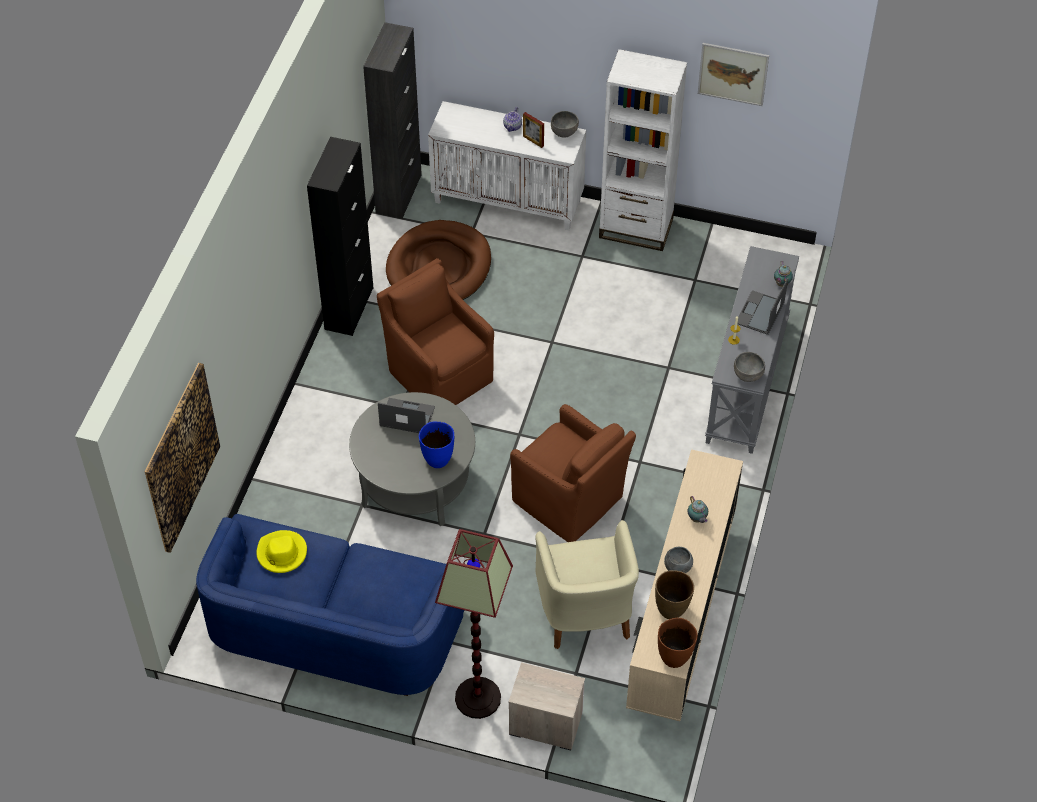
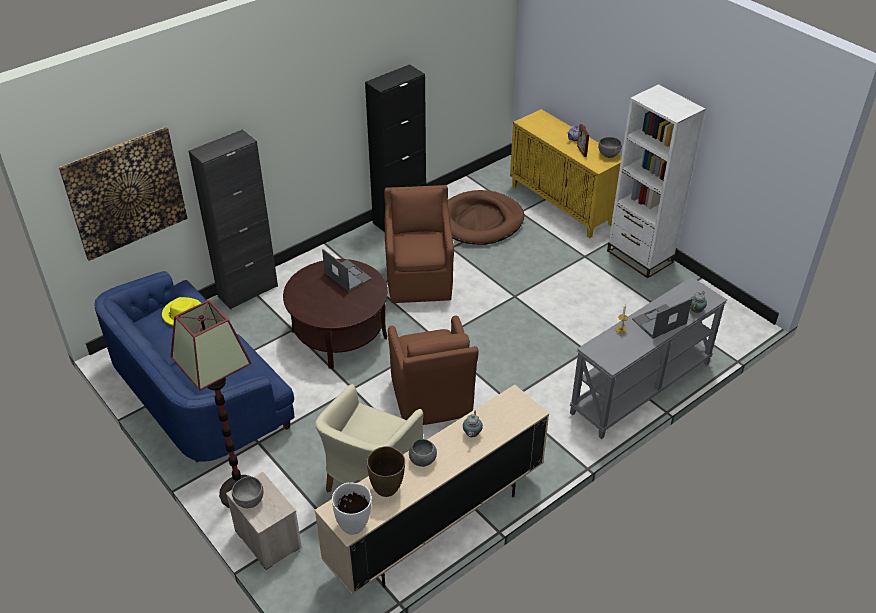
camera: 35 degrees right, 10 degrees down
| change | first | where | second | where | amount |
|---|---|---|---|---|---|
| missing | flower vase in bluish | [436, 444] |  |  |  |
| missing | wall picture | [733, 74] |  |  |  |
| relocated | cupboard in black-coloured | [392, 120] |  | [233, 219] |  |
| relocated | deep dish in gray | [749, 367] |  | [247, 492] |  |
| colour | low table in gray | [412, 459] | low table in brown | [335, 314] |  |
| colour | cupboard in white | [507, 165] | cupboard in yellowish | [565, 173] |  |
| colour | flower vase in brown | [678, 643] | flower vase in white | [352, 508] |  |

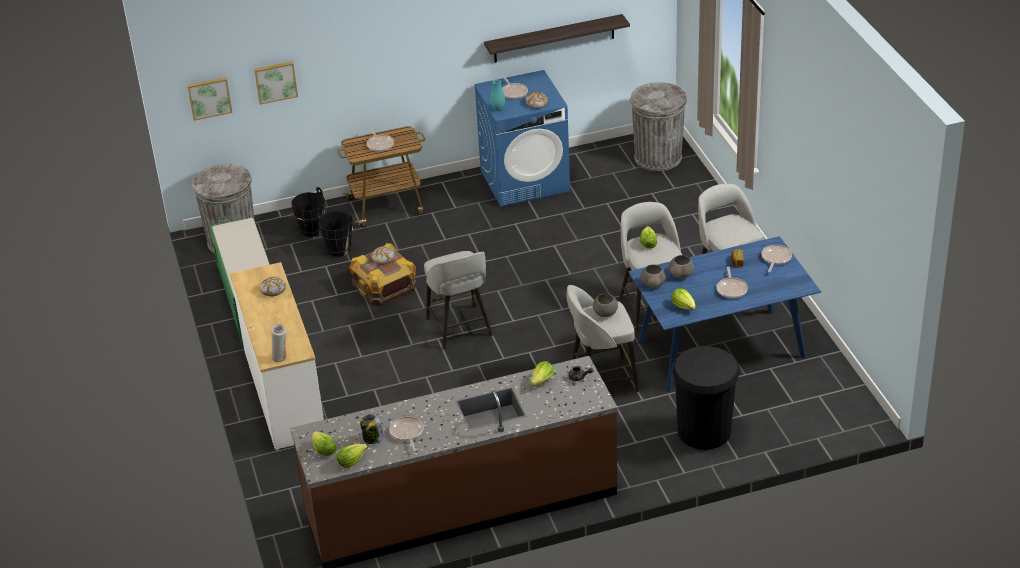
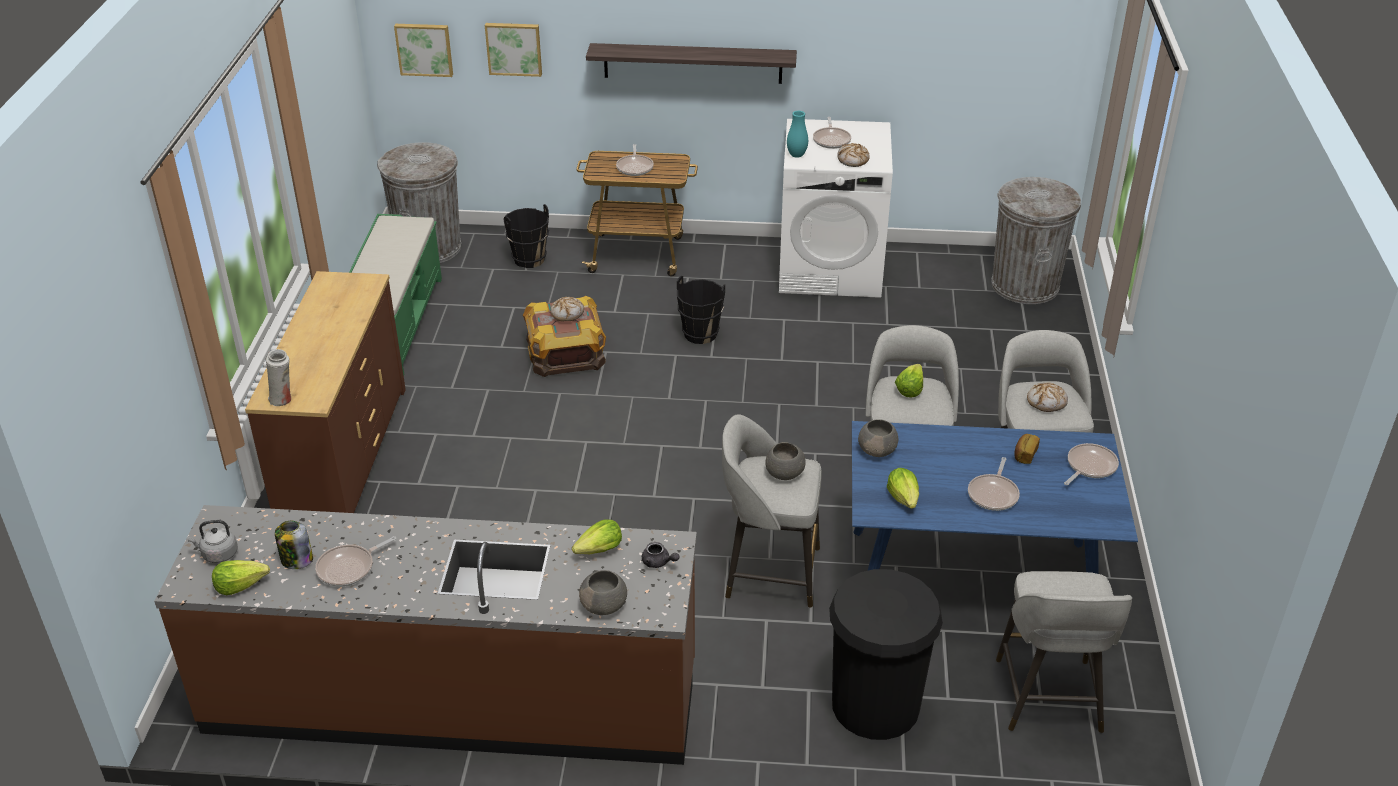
camera: 20 degrees right, 0 degrees up
| change | first | where | second | where | amount |
|---|---|---|---|---|---|
| relocated | bread | [273, 287] |  | [1047, 397] |  |
| relocated | pail in black-coloured | [335, 234] |  | [701, 310] |  |
| relocated | sitting stool in gray | [458, 300] |  | [1064, 652] |  |
| relocated | wall shelf | [557, 38] |  | [691, 63] |  |
| relocated | deep dish in gray | [681, 266] |  | [603, 592] |  |
| exchanged | lettuce head | [324, 443] | kettle in gray | [212, 541] |  |
| colour | chest of drawers in white | [277, 356] | chest of drawers in brown | [325, 392] |  |
| colour | laundry machine in bluish | [522, 138] | laundry machine in white | [836, 208] |  |
| spun | skillet | [406, 433] |  | [355, 561] | 135 degrees counterclockwise |

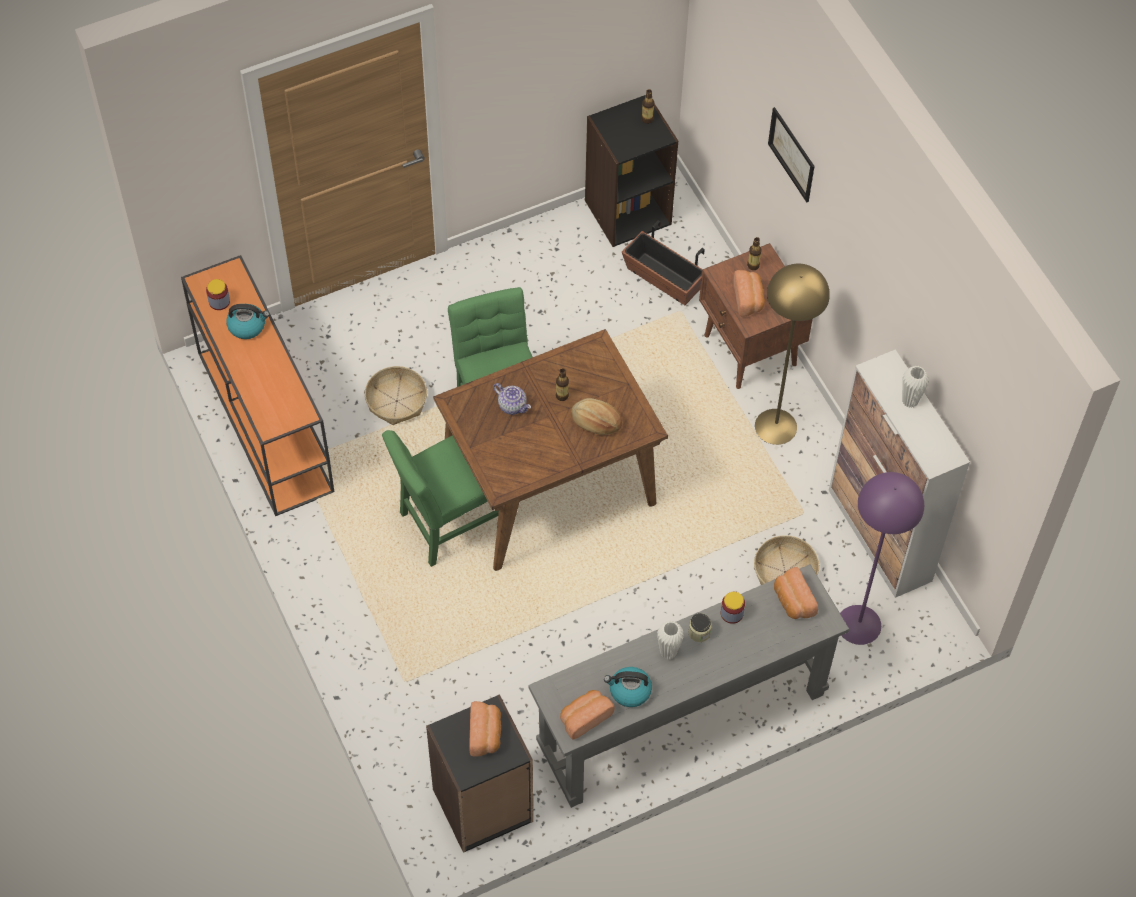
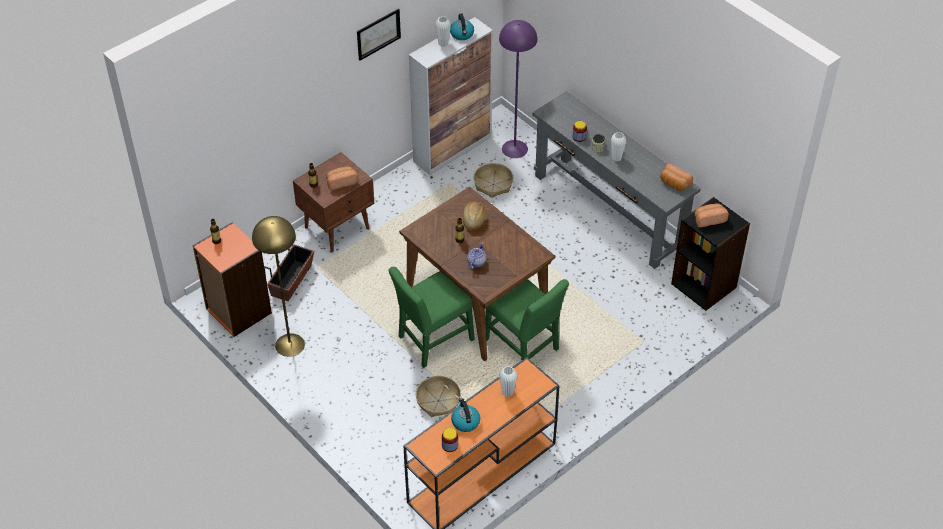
camera: 105 degrees left, 10 degrees down
| change | first | where | second | where | amount |
|---|---|---|---|---|---|
| missing | bread | [796, 593] |  |  |  |
| appeared |  |  | flower vase in white | [508, 381] |  |
| relocated | kettle | [628, 687] |  | [462, 27] |  |
| relocated | floor lamp in yellowish | [792, 354] |  | [278, 286] |  |
| relocated | wall picture | [791, 154] |  | [379, 34] |  |
| colour | bookcase in black-coloured | [631, 171] | bookcase in orangey | [232, 279] |  |

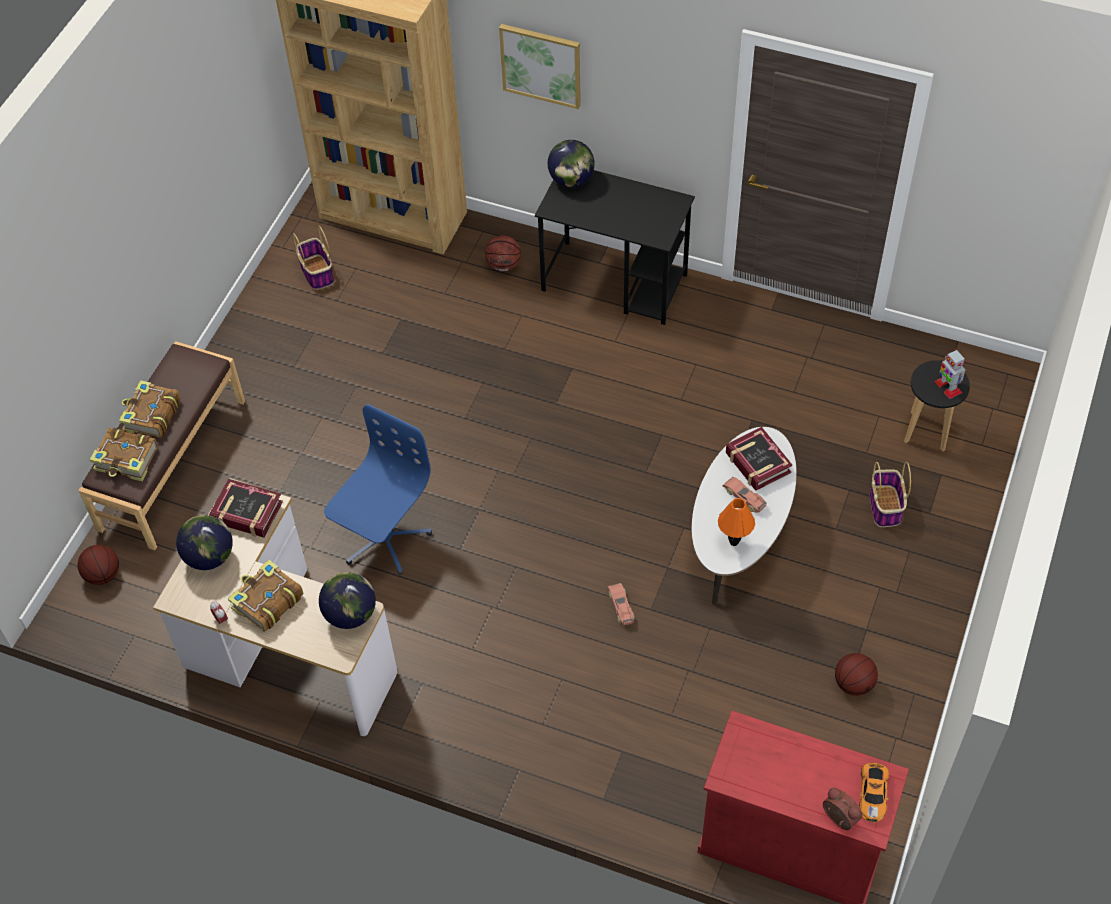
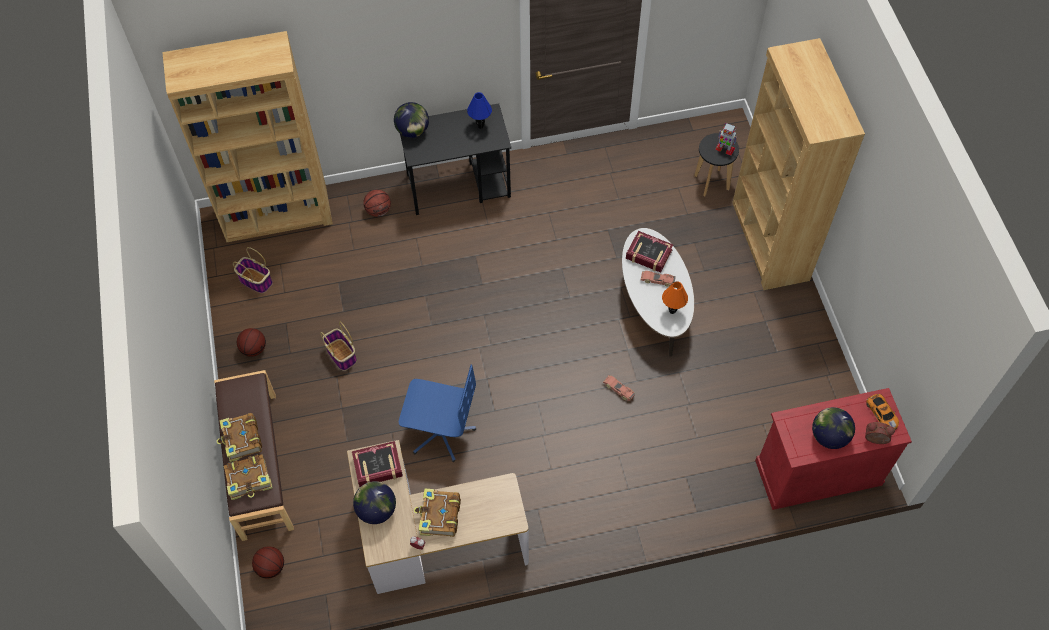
camera: 35 degrees left, 5 degrees up
| change | first | where | second | where | amount |
|---|---|---|---|---|---|
| missing | wall picture | [540, 66] |  |  |  |
| appeared |  |  | tabletop lamp in bluish | [479, 110] |  |
| appeared |  |  | bookcase in brown | [798, 164] |  |
| relocated | world globe | [347, 600] |  | [833, 428] |  |
| relocated | basketball | [856, 674] |  | [251, 342] |  |
| relocated | household basket | [890, 494] |  | [338, 346] |  |
| spun | desk chair in bluish | [378, 489] |  | [437, 413] | 105 degrees clockwise |

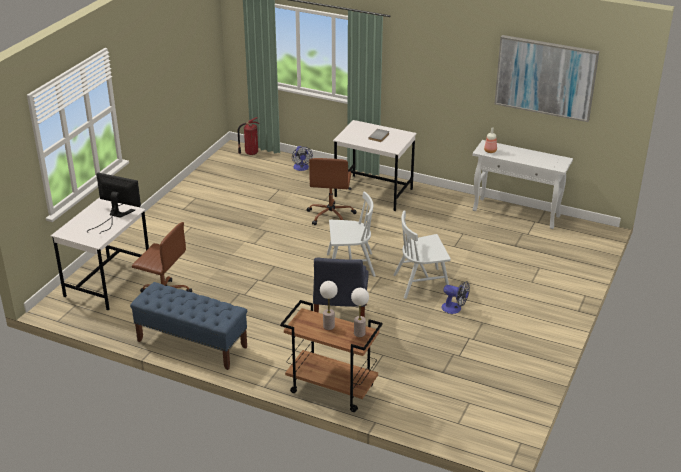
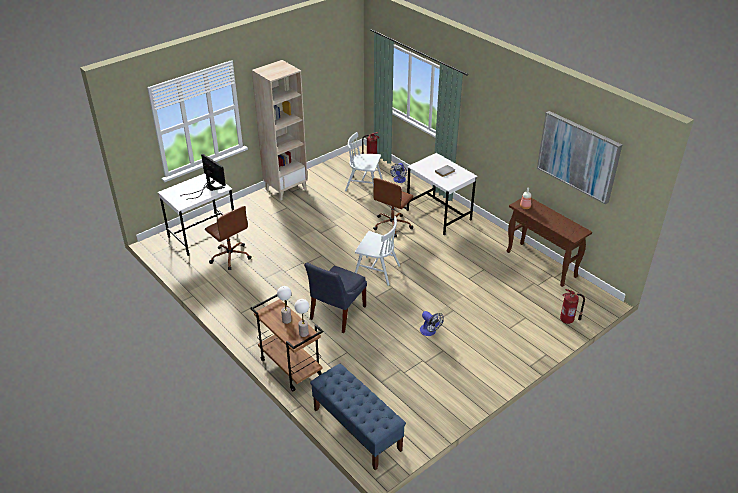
camera: 25 degrees right, 5 degrees up
| change | first | where | second | where | amount |
|---|---|---|---|---|---|
| appeared |  |  | bookcase in beige | [280, 130] |  |
| appeared |  |  | extinguisher | [572, 306] |  |
| relocated | bench in bluish | [188, 326] |  | [358, 416] |  |
| relocated | plain chair in white | [422, 255] |  | [364, 161] |  |
| colour | console table in white | [522, 184] | console table in brown | [549, 242] |  |

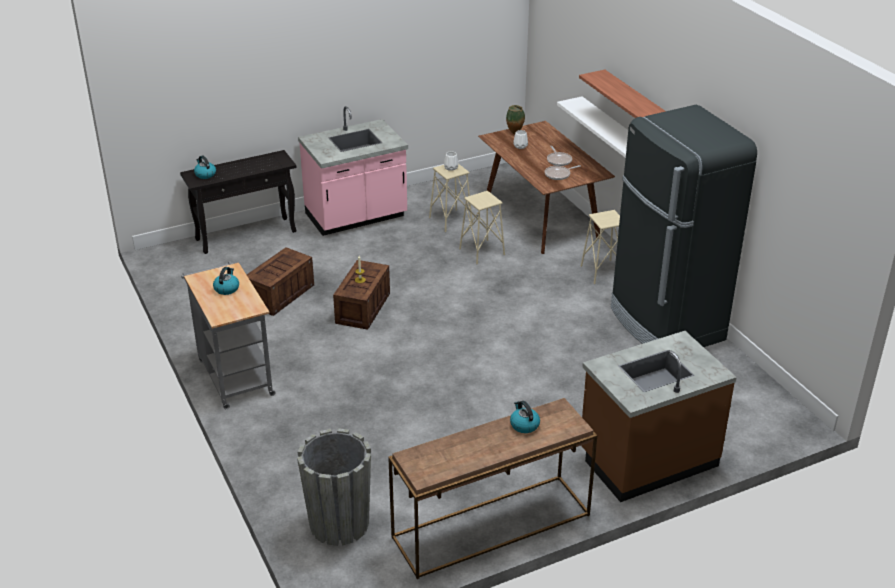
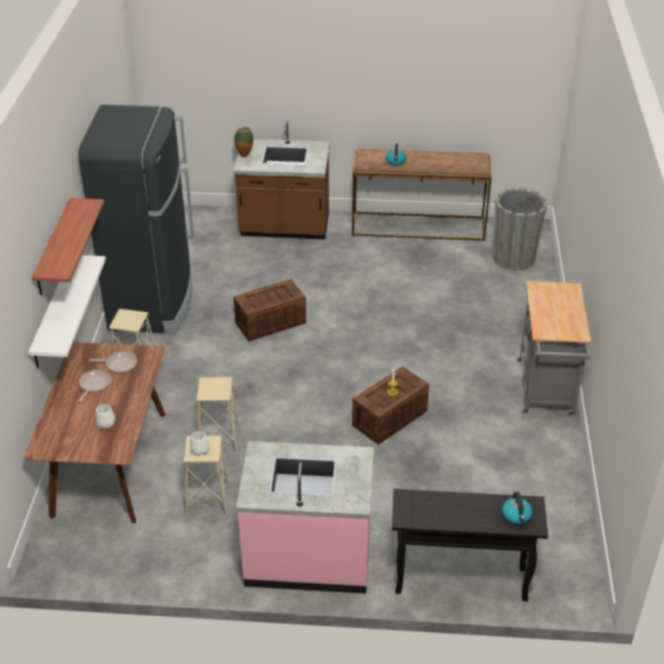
camera: 150 degrees left, 5 degrees up
| change | first | where | second | where | amount |
|---|---|---|---|---|---|
| missing | kettle | [226, 281] |  |  |  |
| relocated | shipping crate | [280, 281] |  | [269, 310] |  |
| relocated | flower vase | [515, 119] |  | [243, 142] |  |

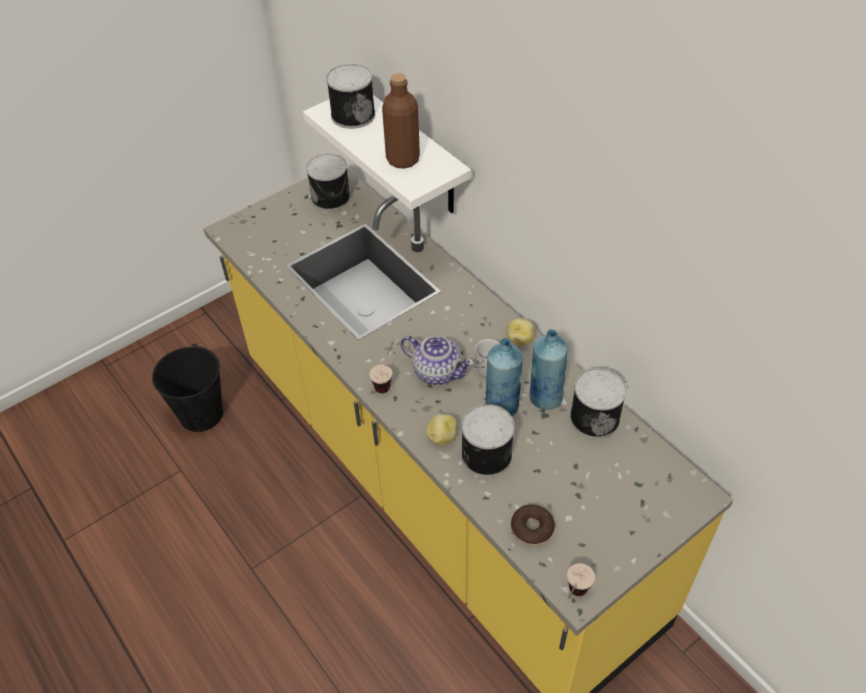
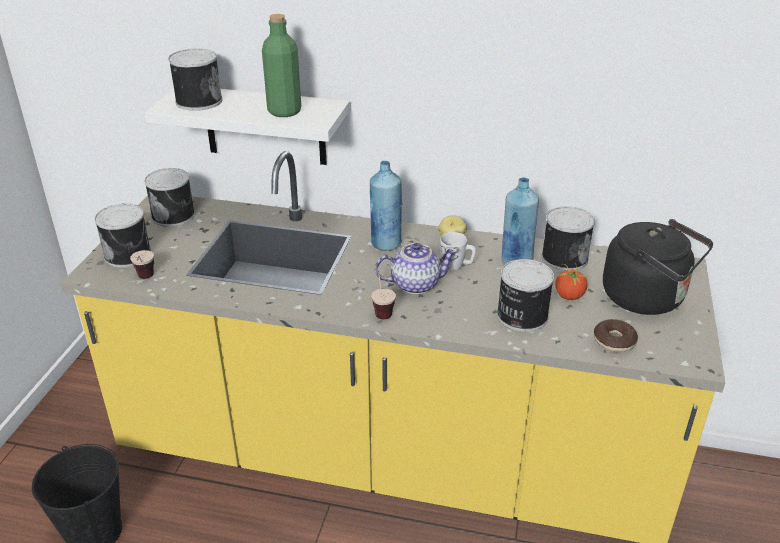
camera: 40 degrees left, 15 degrees down
| change | first | where | second | where | amount |
|---|---|---|---|---|---|
| missing | potato | [441, 429] |  |  |  |
| appeared |  |  | sealed can | [122, 235] |  |
| appeared |  |  | fresh tomato | [572, 282] |  |
| appeared |  |  | kettle in black-coloured | [658, 267] |  |
| relocated | beverage bottle in bluish | [504, 377] |  | [386, 206] |  |
| relocated | small cup | [581, 581] |  | [142, 264] |  |
| colour | beverage bottle in brown | [401, 121] | beverage bottle in green-coloured | [281, 65] |  |

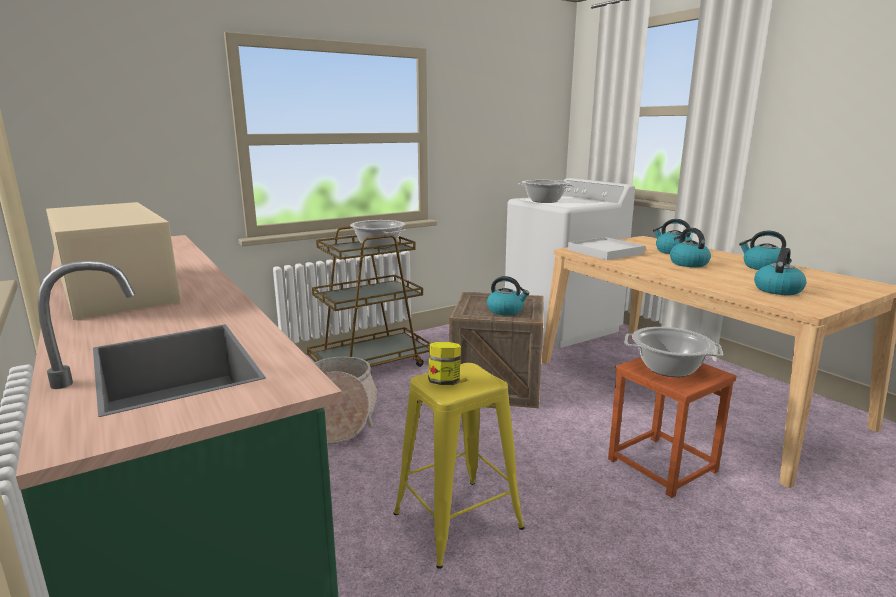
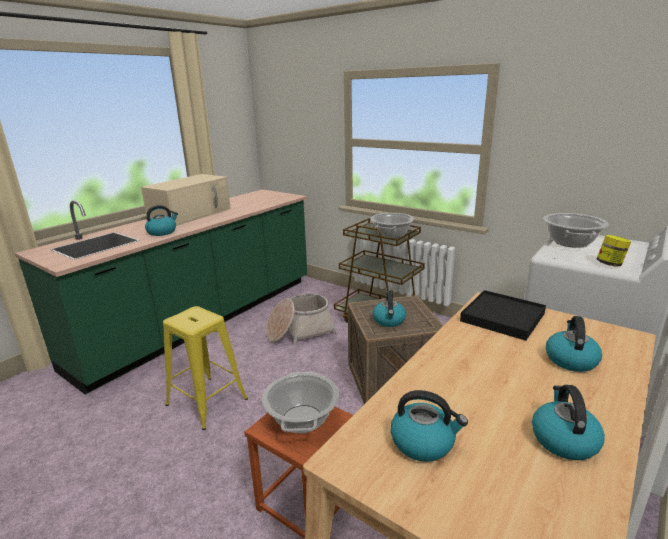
camera: 70 degrees right, 5 degrees up
| change | first | where | second | where | amount |
|---|---|---|---|---|---|
| relocated | jar | [444, 363] |  | [614, 251] |  |
| relocated | kettle | [690, 247] |  | [161, 220] |  |
| colour | serving tray in white | [606, 248] | serving tray in black-coloured | [503, 315] |  |

